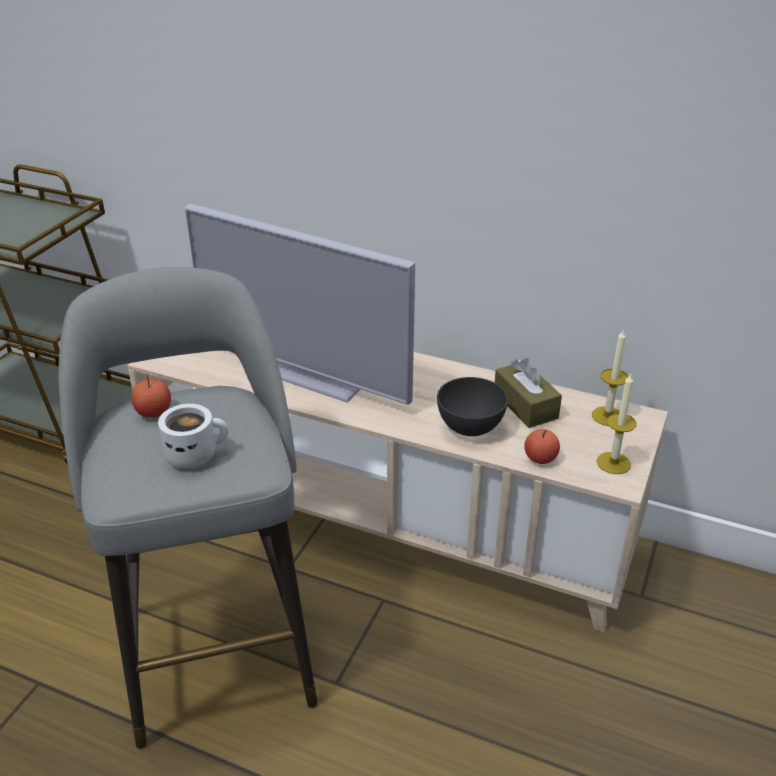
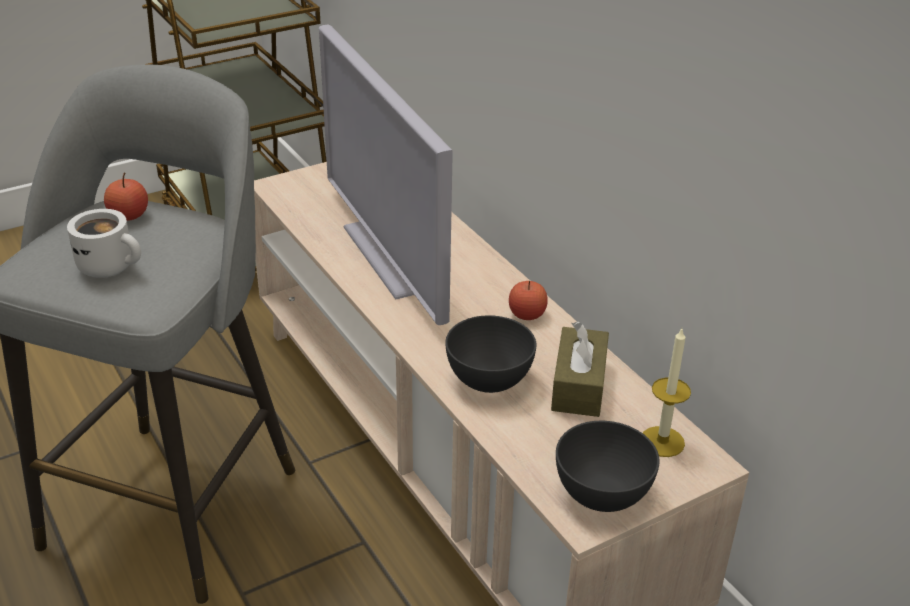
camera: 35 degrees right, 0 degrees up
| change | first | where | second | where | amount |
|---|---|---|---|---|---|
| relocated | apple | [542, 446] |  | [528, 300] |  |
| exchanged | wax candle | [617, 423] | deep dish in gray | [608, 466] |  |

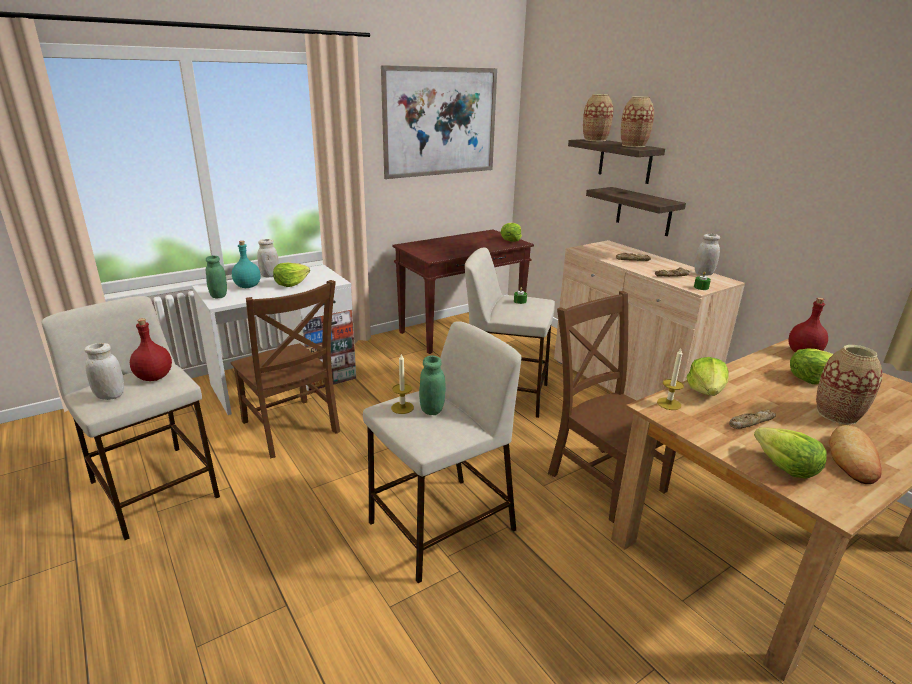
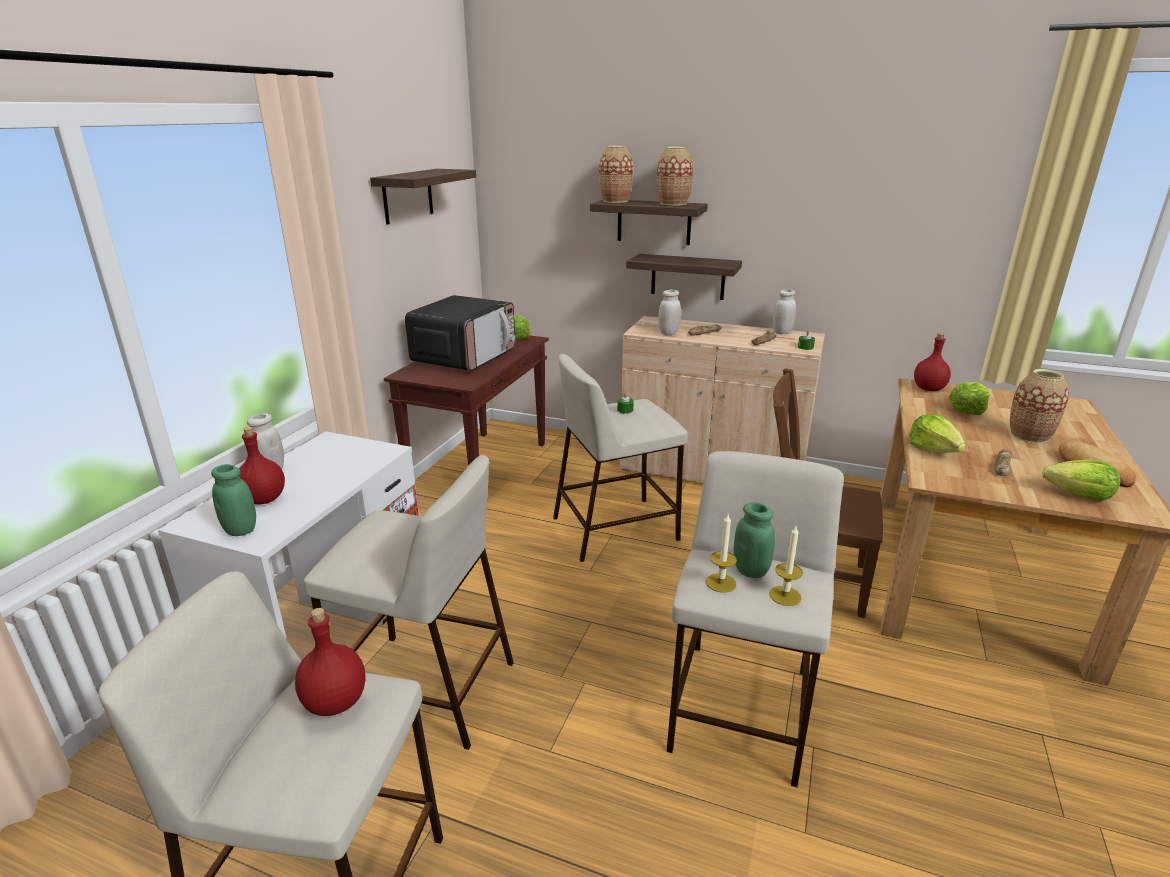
camera: 35 degrees left, 0 degrees up
| change | first | where | second | where | amount |
|---|---|---|---|---|---|
| missing | lettuce head | [291, 275] |  |  |  |
| appeared |  |  | kitchen microwave | [460, 333] |  |
| relocated | jar in white | [104, 371] |  | [669, 312] |  |
| relocated | wax candle | [670, 379] |  | [786, 566] |  |
| exchanged | plain chair in brown | [285, 369] | sitting stool in beige | [409, 602] |  |
| exchanged | wall picture | [439, 122] | wall shelf | [423, 197] |  |
| colour | beverage bottle in blue-green | [246, 264] | beverage bottle in reddish | [262, 465] |  |

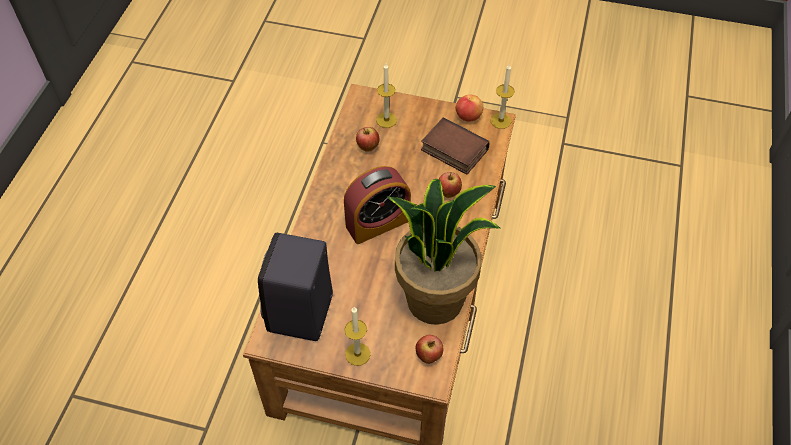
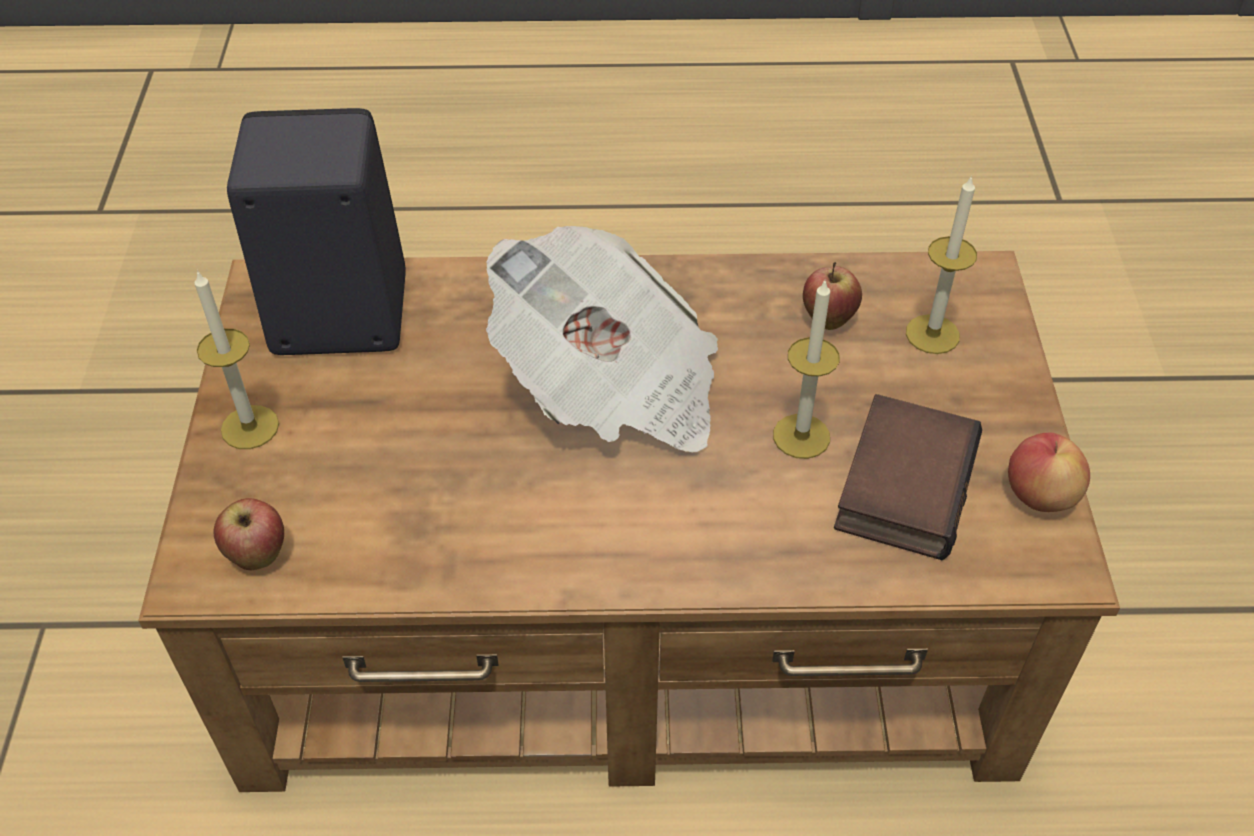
camera: 75 degrees right, 5 degrees down
| change | first | where | second | where | amount |
|---|---|---|---|---|---|
| missing | potted plant | [444, 252] |  |  |  |
| missing | apple | [450, 185] |  |  |  |
| relocated | wax candle | [503, 96] |  | [806, 369] |  |
| exchanged | bedside clock | [377, 205] | newspaper | [602, 339] |  |

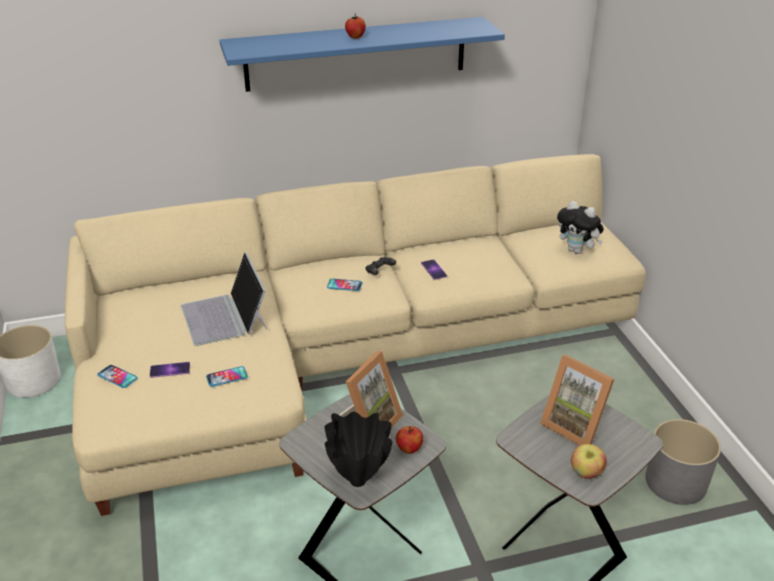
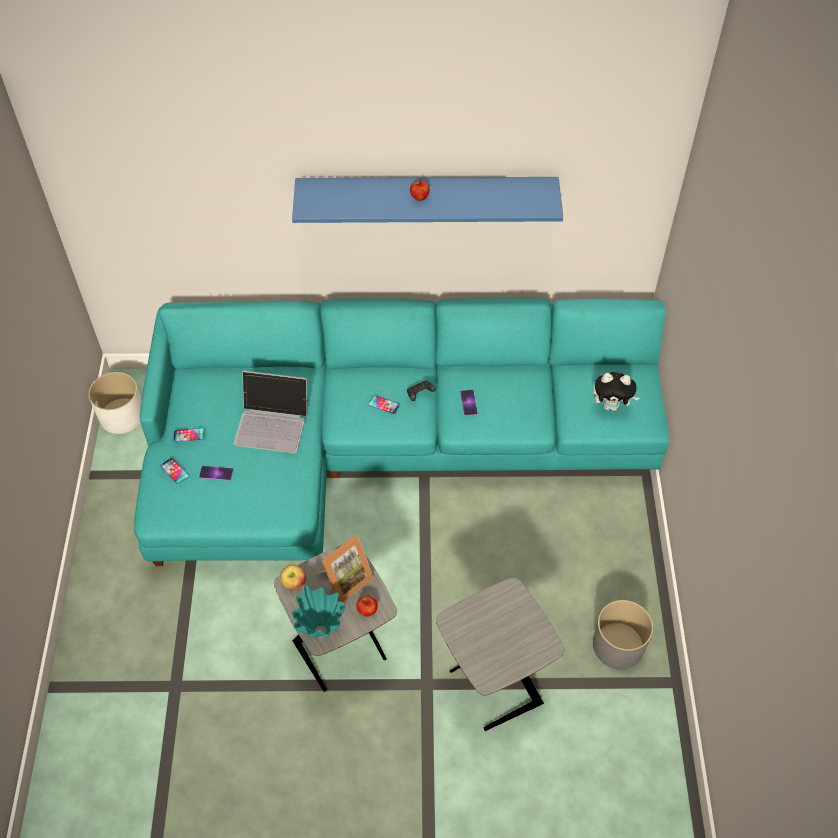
camera: 15 degrees right, 20 degrees up
| change | first | where | second | where | amount |
|---|---|---|---|---|---|
| missing | standing frame | [577, 400] |  |  |  |
| relocated | handset | [227, 376] |  | [189, 435] |  |
| relocated | apple | [589, 461] |  | [293, 577] |  |
| colour | sofa in beige | [355, 335] | sofa in blue-green | [401, 431] |  |
| colour | flower vase in black-coloured | [358, 449] | flower vase in blue-green | [318, 611] |  |
| spun | notebook computer | [224, 299] |  | [271, 412] | 75 degrees counterclockwise |
| spun | cuddly toy | [580, 227] |  | [616, 391] | 45 degrees counterclockwise |

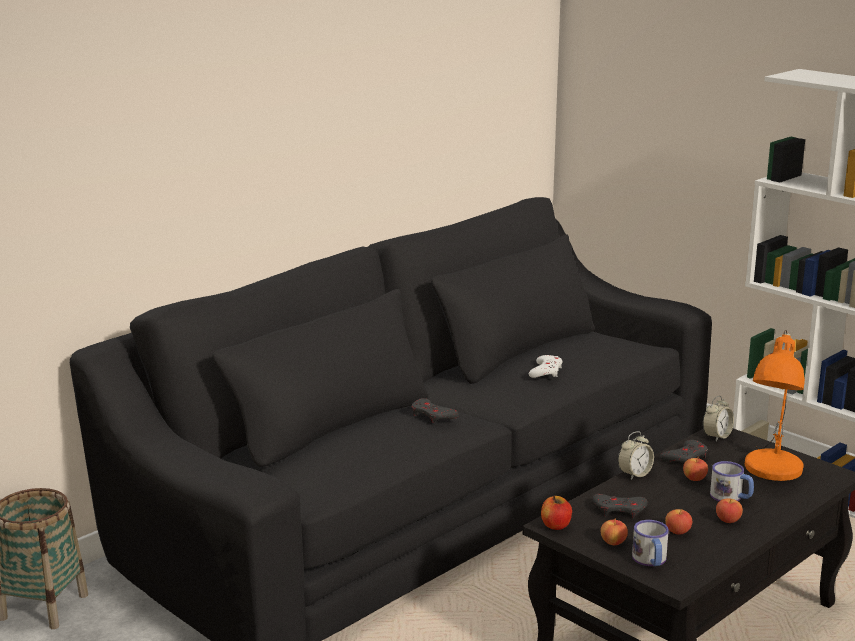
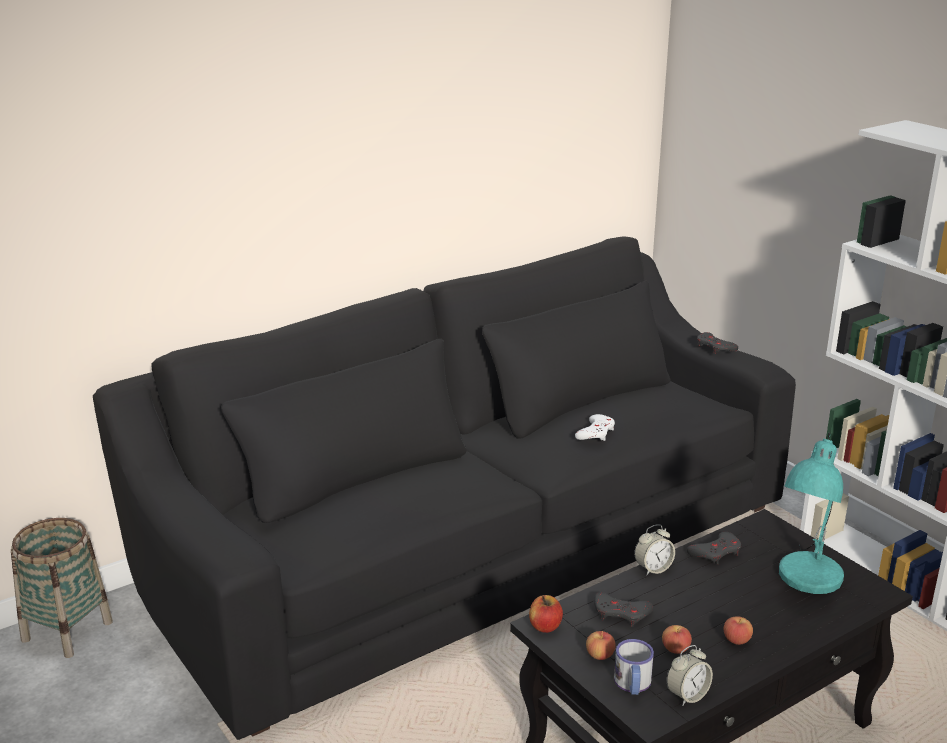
camera: 10 degrees right, 5 degrees up
| change | first | where | second | where | amount |
|---|---|---|---|---|---|
| missing | apple | [695, 469] |  |  |  |
| missing | coffee mug | [732, 481] |  |  |  |
| relocated | joypad in gray | [435, 410] |  | [717, 343] |  |
| relocated | bedside clock | [718, 418] |  | [690, 675] |  |
| colour | tabletop lamp in orangey | [775, 405] | tabletop lamp in blue-green | [811, 513] |  |

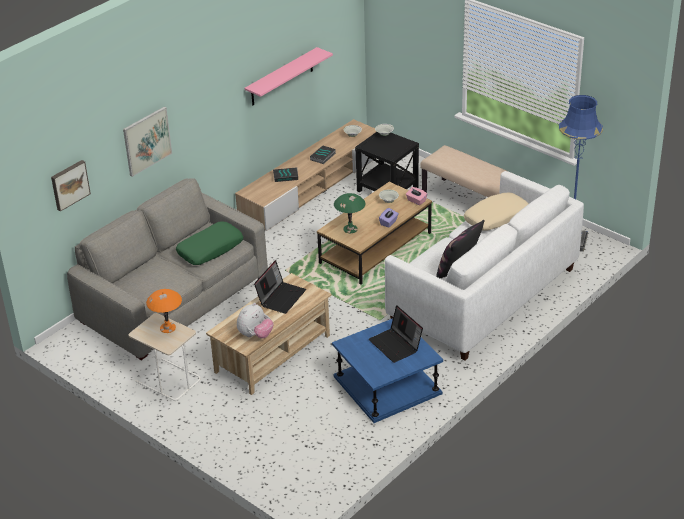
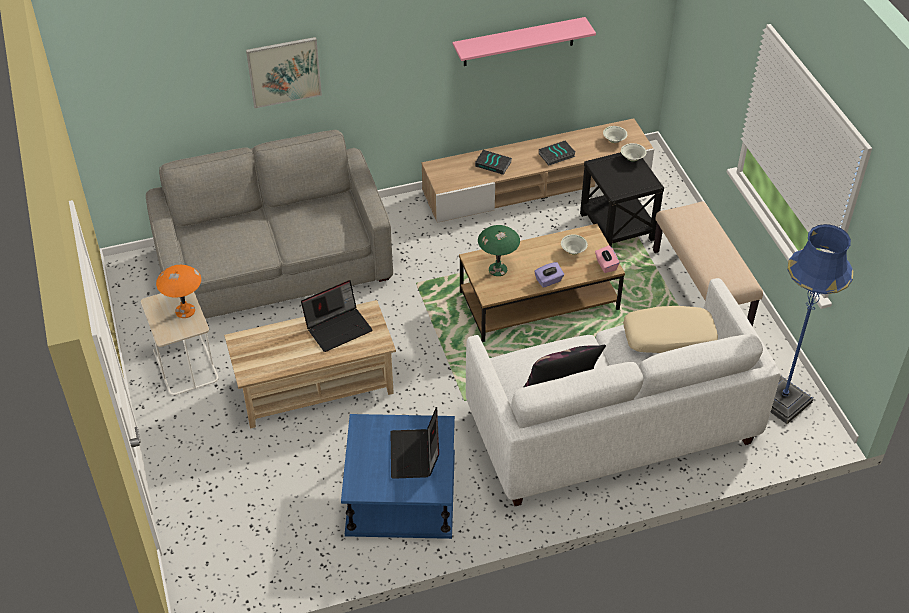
camera: 30 degrees right, 10 degrees up
| change | first | where | second | where | amount |
|---|---|---|---|---|---|
| missing | wall picture | [71, 186] |  |  |  |
| missing | throw pillow in green-coloured | [209, 243] |  |  |  |
| missing | cuddly toy | [255, 320] |  |  |  |

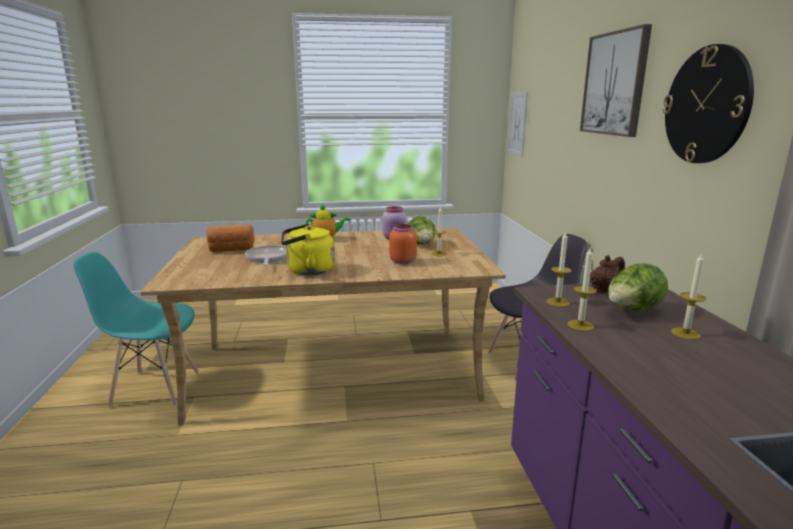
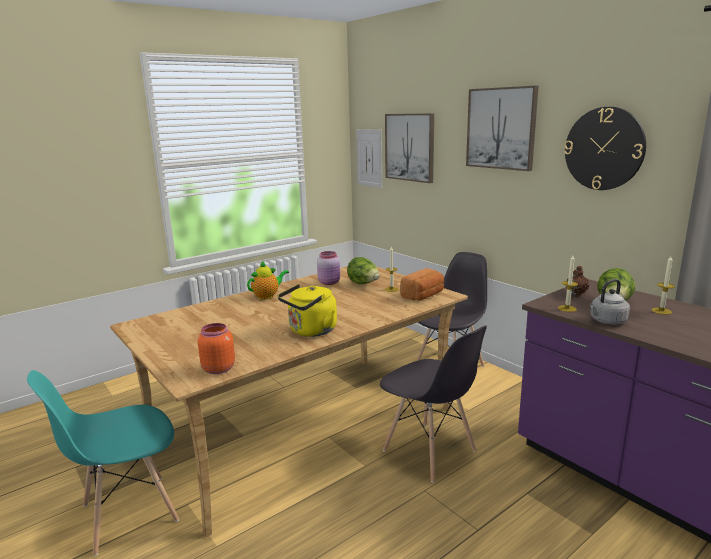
camera: 30 degrees left, 0 degrees up
| change | first | where | second | where | amount |
|---|---|---|---|---|---|
| missing | skillet | [266, 255] |  |  |  |
| appeared |  |  | plain chair in gray | [433, 404] |  |
| appeared |  |  | wall picture | [409, 148] |  |
| relocated | bread | [231, 238] |  | [422, 284] |  |
| relocated | jar in orangey | [403, 244] |  | [216, 348] |  |
| exchanged | wax candle | [582, 289] | kettle in gray | [610, 302] |  |

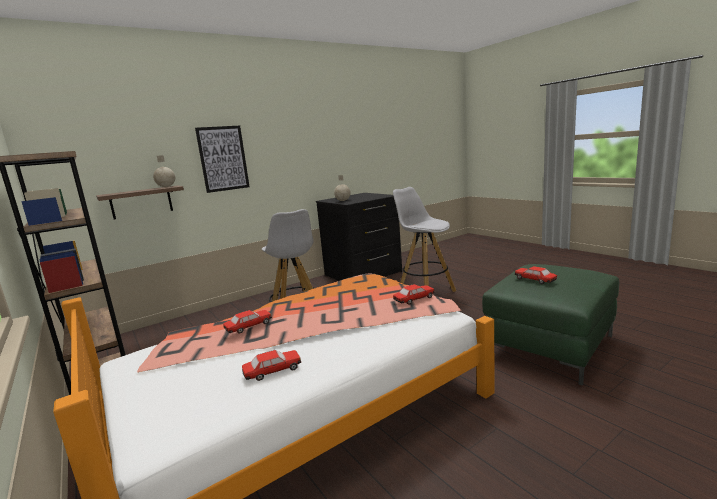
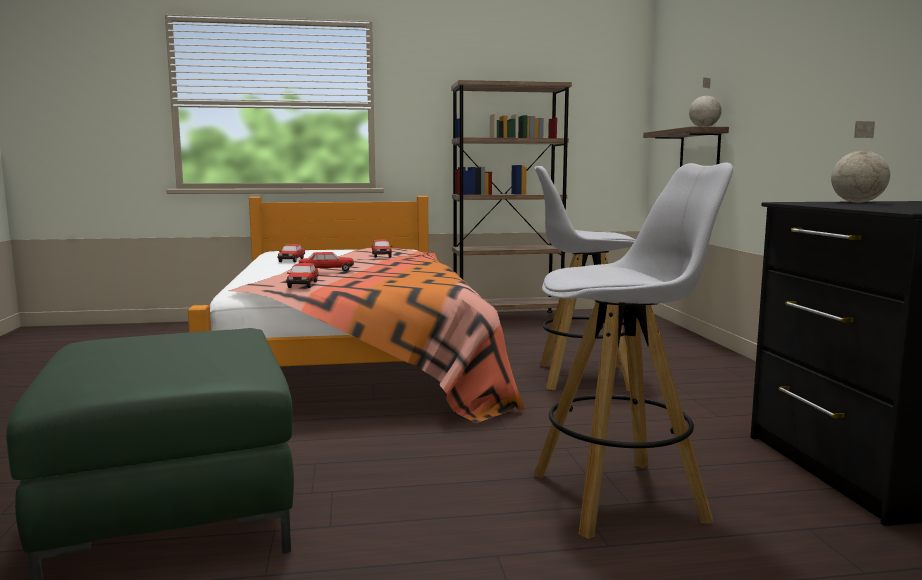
camera: 115 degrees right, 5 degrees down
| change | first | where | second | where | amount |
|---|---|---|---|---|---|
| missing | wall picture | [222, 159] |  |  |  |
| relocated | miniature car | [535, 275] |  | [326, 261] |  |

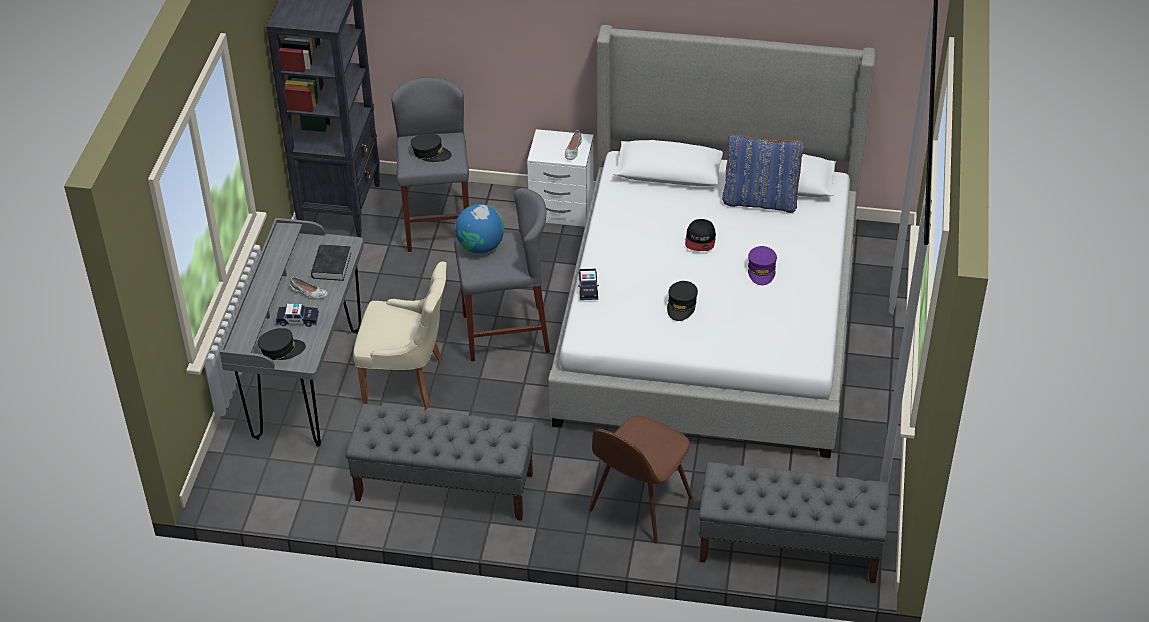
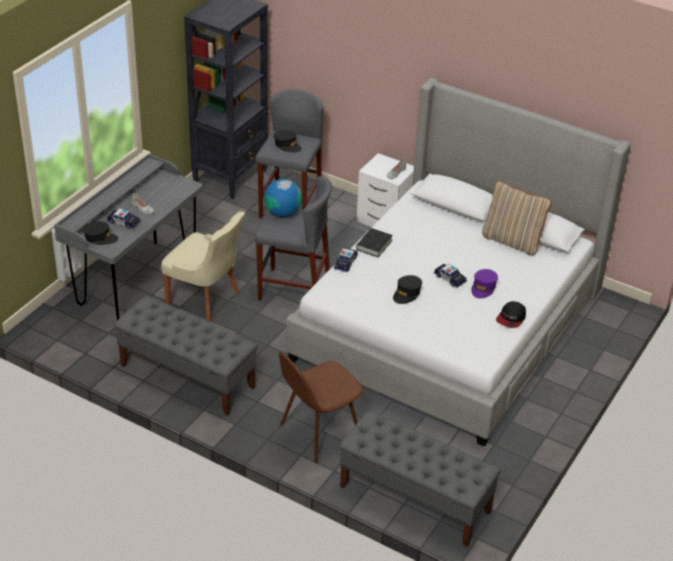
camera: 20 degrees right, 5 degrees down
| change | first | where | second | where | amount |
|---|---|---|---|---|---|
| appeared |  |  | miniature car | [450, 276] |  |
| relocated | volume in black-coloured | [331, 262] |  | [374, 242] |  |
| relocated | baseball cap | [700, 235] |  | [511, 314] |  |
| colour | throw pillow in bluish | [763, 173] | throw pillow in beige | [516, 218] |  |

